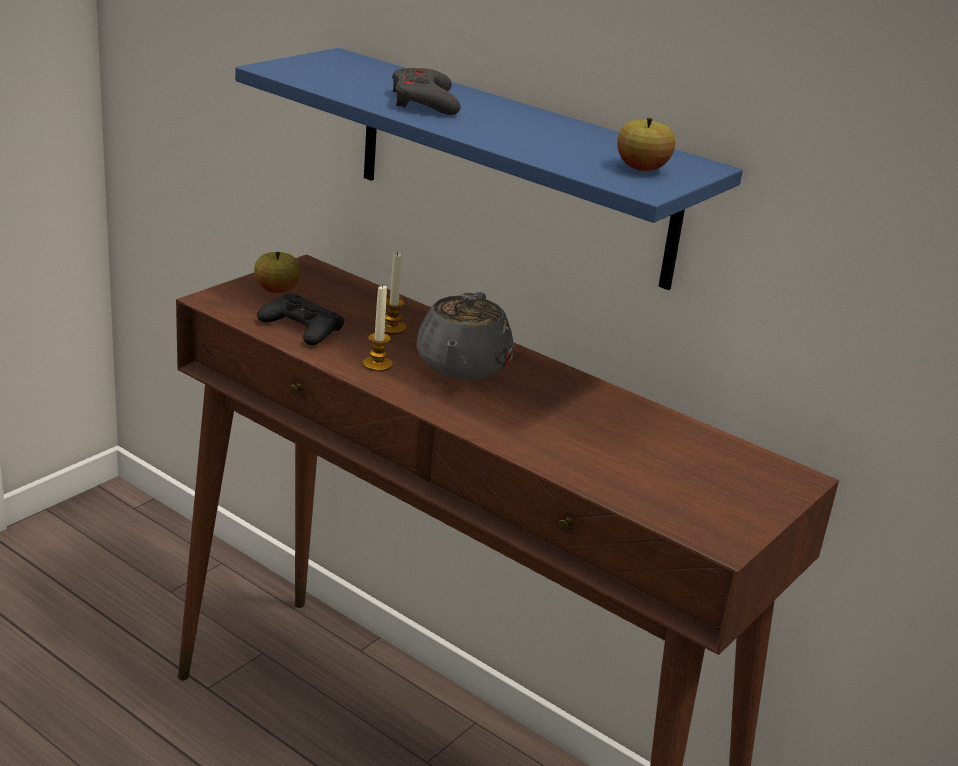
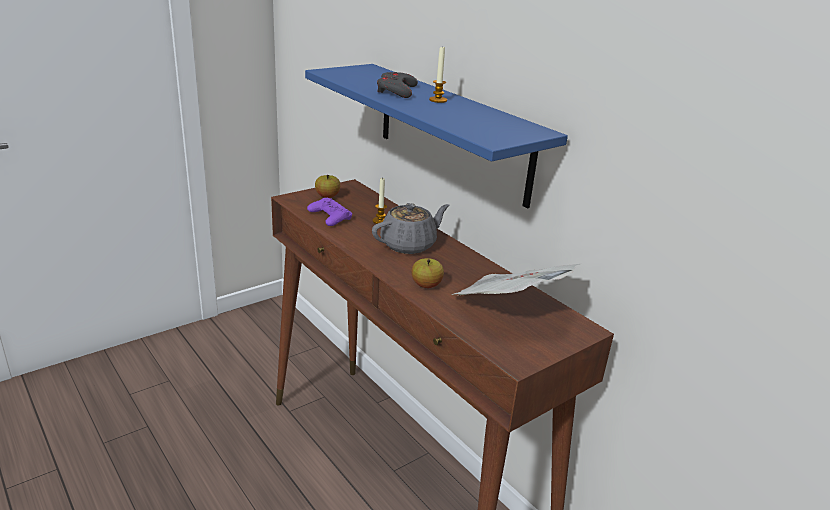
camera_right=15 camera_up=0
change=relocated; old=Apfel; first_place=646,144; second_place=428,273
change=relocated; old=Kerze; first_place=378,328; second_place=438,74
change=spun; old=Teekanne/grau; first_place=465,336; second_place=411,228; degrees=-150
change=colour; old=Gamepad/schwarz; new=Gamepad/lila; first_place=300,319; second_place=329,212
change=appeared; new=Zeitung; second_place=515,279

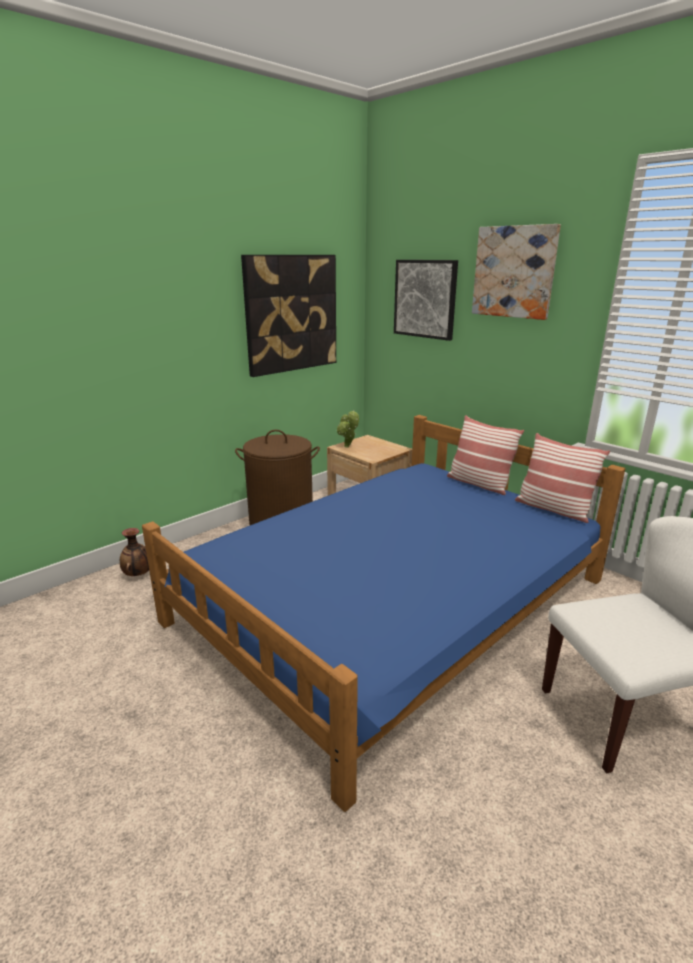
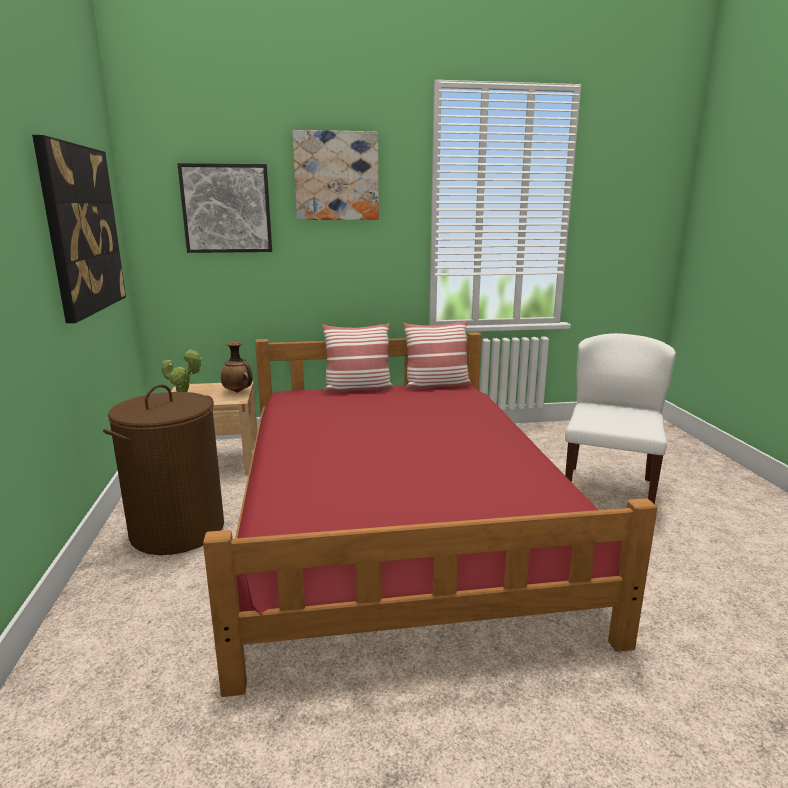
camera_right=-55 camera_up=-5
change=colour; old=Bett/blau; new=Bett/rot; first_place=383,613; second_place=430,514
change=relocated; old=Vase; first_place=134,552; second_place=237,367

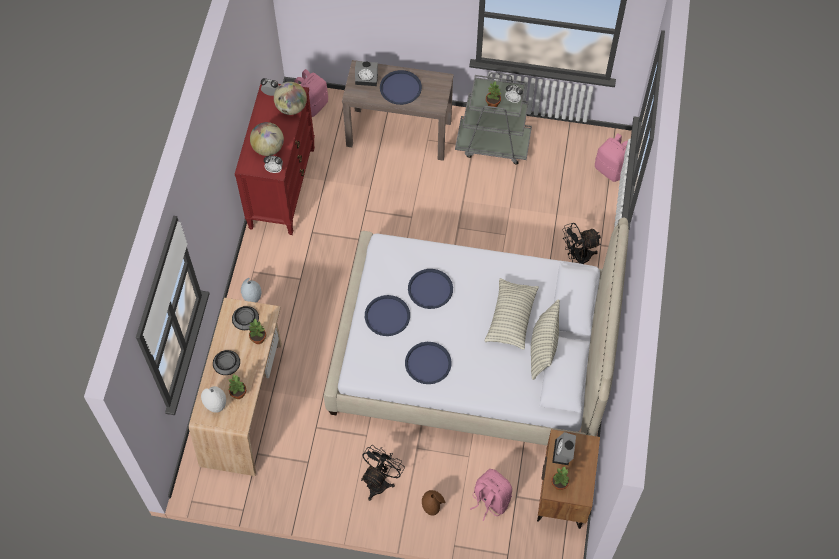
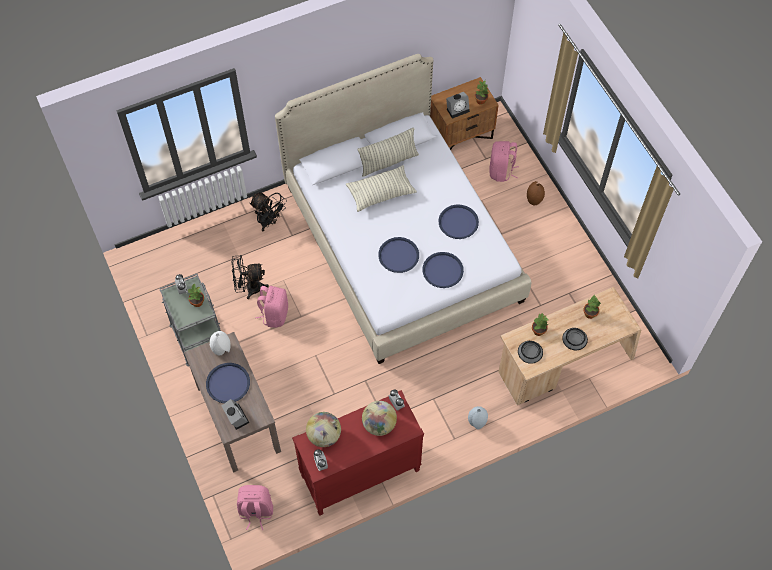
camera_right=-125 camera_up=0
change=relocated; old=Rucksack/rosa; first_place=611,157; second_place=272,307
change=relocated; old=Vase/weiß; first_place=213,399; second_place=220,343
change=relocated; old=Ventilator/schwarz; first_place=383,473; second_place=250,277

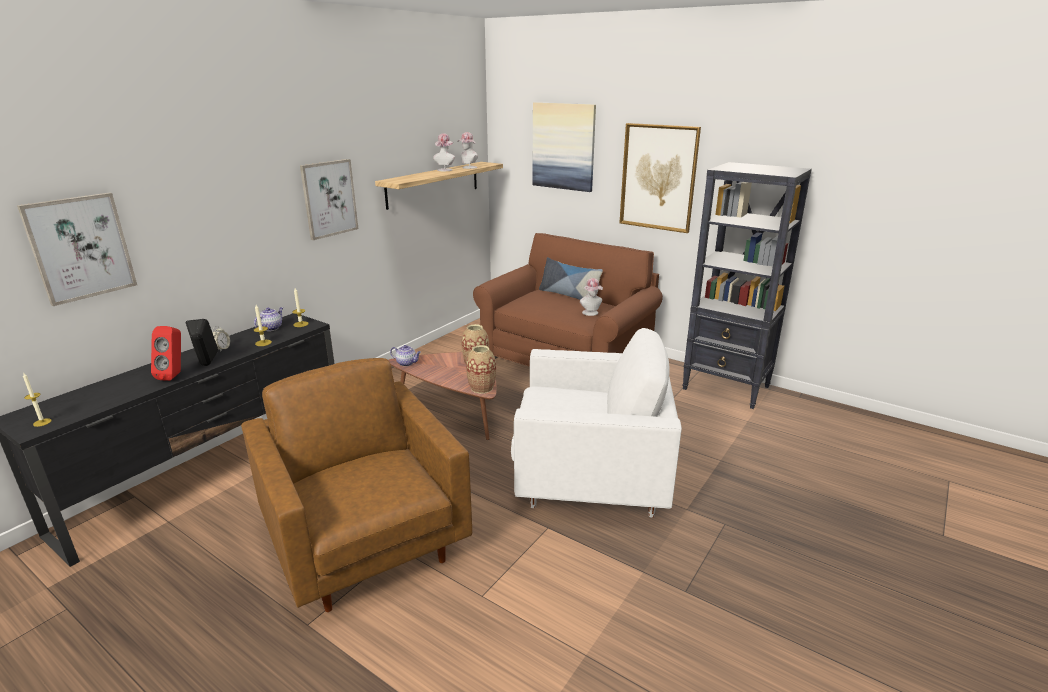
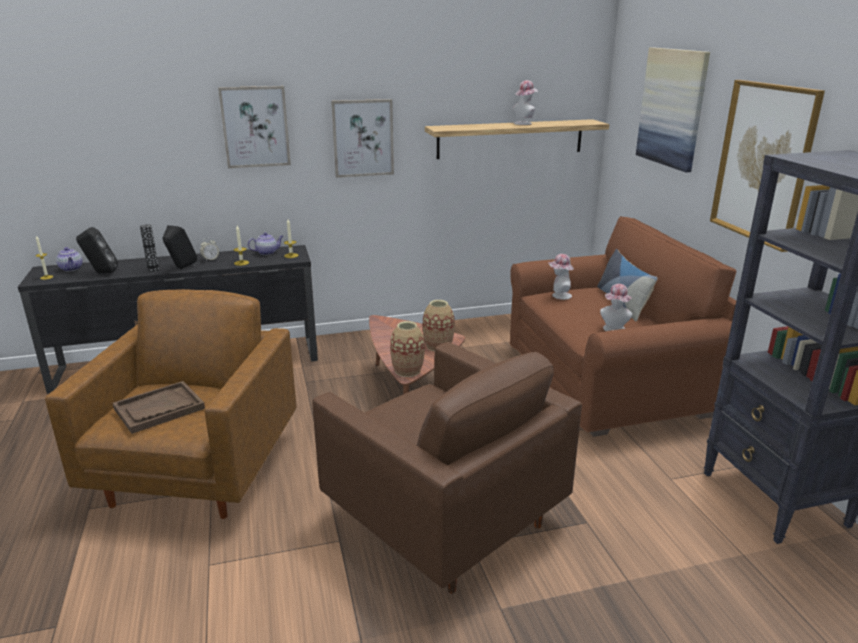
camera_right=40 camera_up=0
change=relocated; old=Hut; first_place=467,150; second_place=561,277
change=relocated; old=Bild; first_place=77,249; second_place=254,127
change=exchanged; old=Lautsprecher/rot; new=Vase; first_place=166,353; second_place=149,248
change=colour; old=Sessel/weiß; new=Sessel/braun; first_place=596,422; second_place=447,468
change=relocated; old=Teekanne; first_place=405,355; second_place=69,259
change=appeared; new=Lautsprecher/schwarz; second_place=97,250
change=appeared; new=Tablett/braun; second_place=159,407

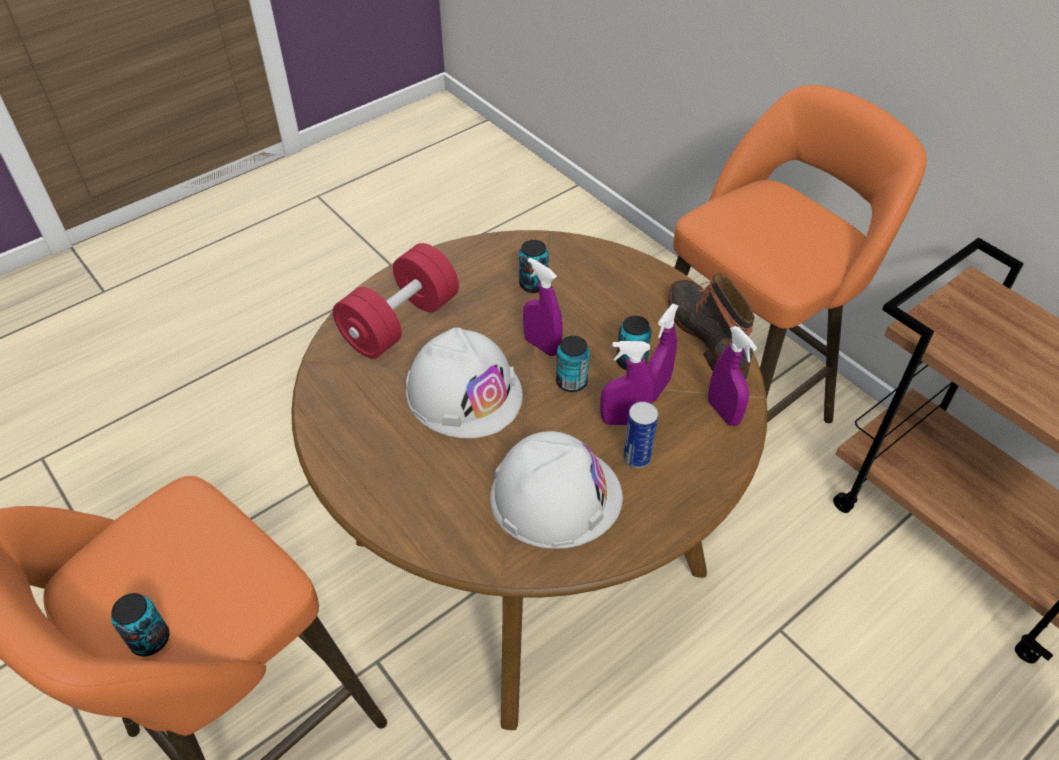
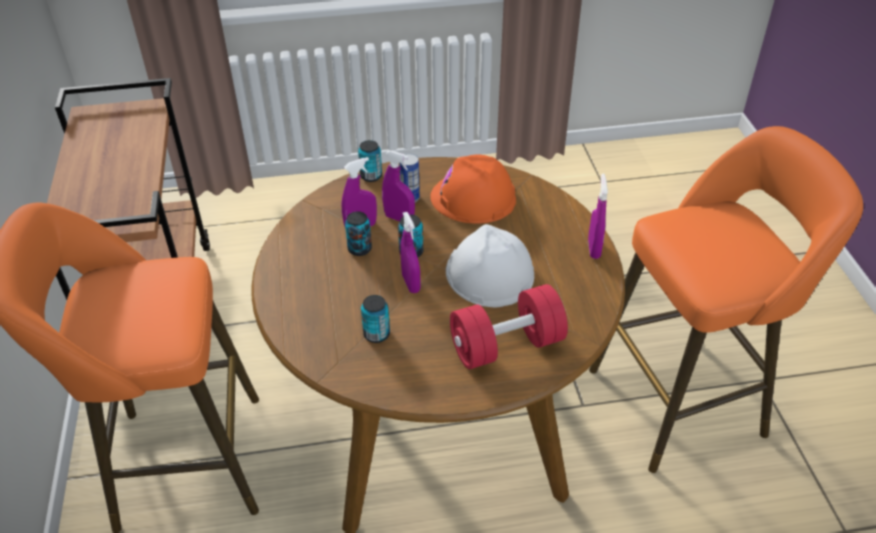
camera_right=-150 camera_up=-5
change=missing; old=Stiefel; first_place=711,326
change=relocated; old=Sprühflasche/lila; first_place=732,376; second_place=598,216
change=colour; old=Schutzhelm/weiß; new=Schutzhelm/orange; first_place=556,490; second_place=473,189
change=relocated; old=Dose; first_place=140,624; second_place=370,161

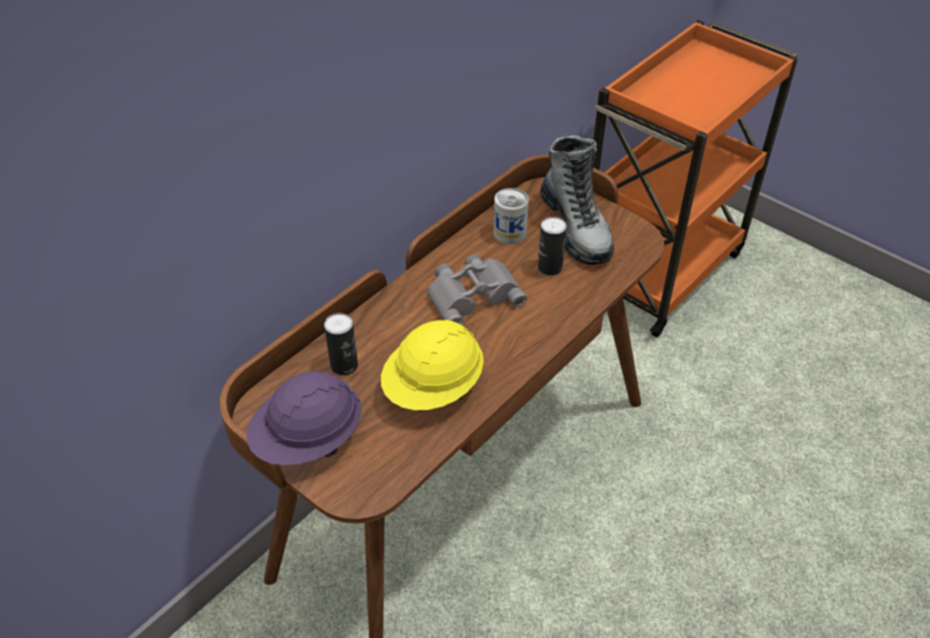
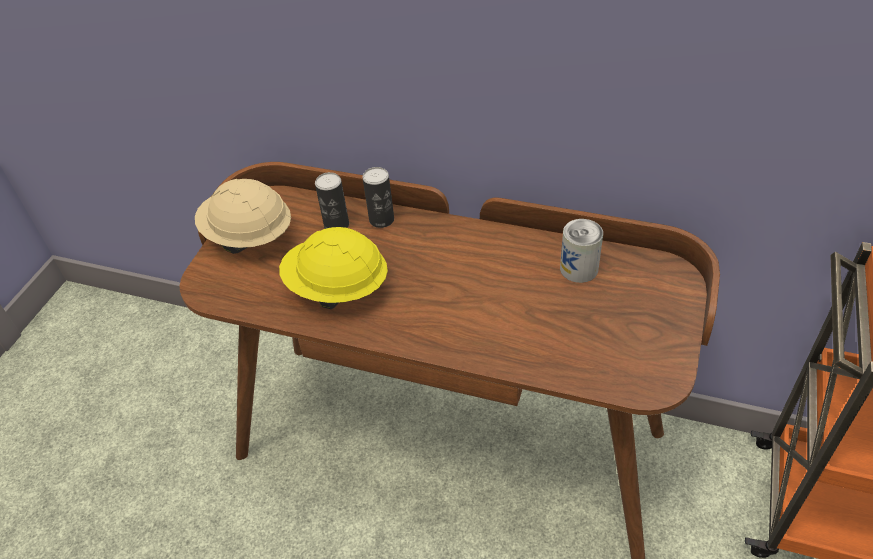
camera_right=70 camera_up=0
change=missing; old=Stiefel; first_place=577,200
change=relocated; old=Dose; first_place=552,246; second_place=378,197
change=missing; old=Fernglas/grau; first_place=477,289
change=colour; old=Schutzhelm/lila; new=Schutzhelm/beige; first_place=304,418; second_place=243,216

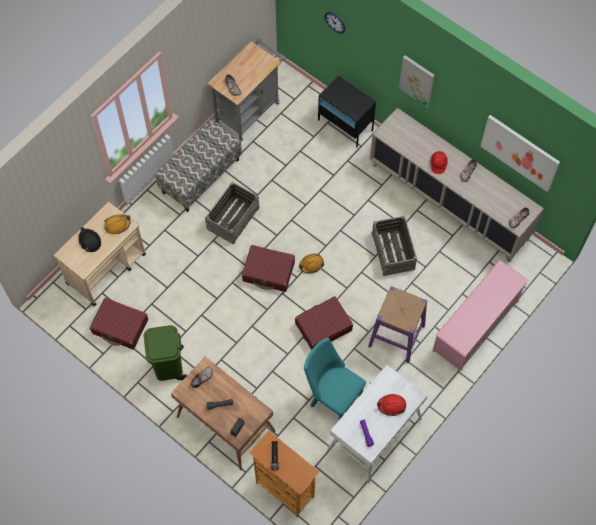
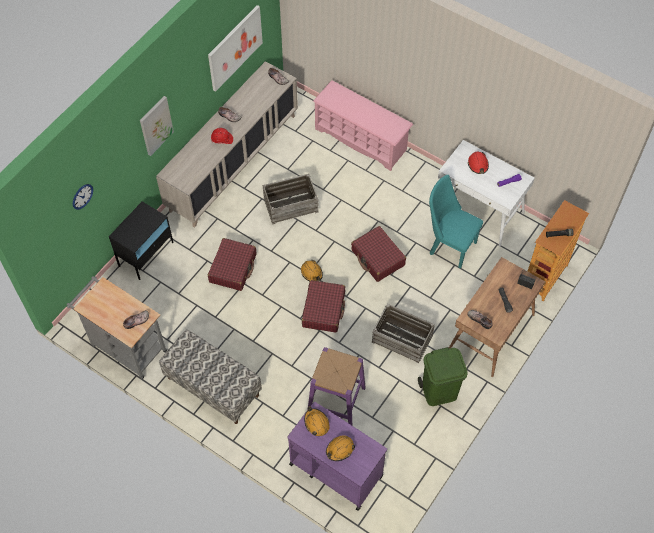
camera_right=-95 camera_up=-5
change=relocated; old=Kiste; first_place=232,213; second_place=403,333
change=colour; old=Rollwagen/beige; new=Rollwagen/lila; first_place=100,254; second_place=337,456
change=colour; old=Schutzhelm/schwarz; new=Schutzhelm/orange; first_place=89,239; second_place=340,448
change=relocated; old=Hocker/lila; first_place=397,324; second_place=337,386
change=relocated; old=Koffer/rot; first_place=119,323; second_place=232,264
change=spun; old=Stuhl/türkis; first_place=335,379; second_place=456,222; degrees=90

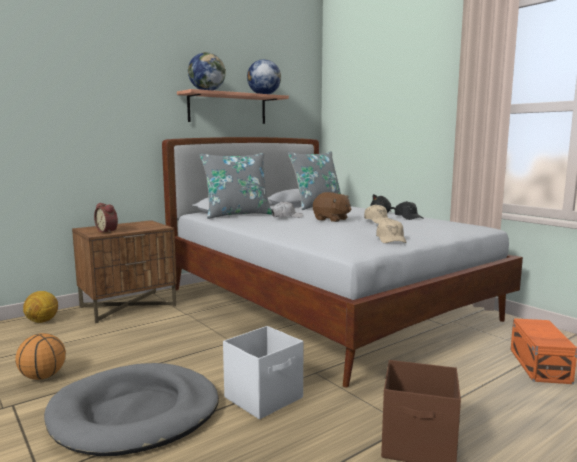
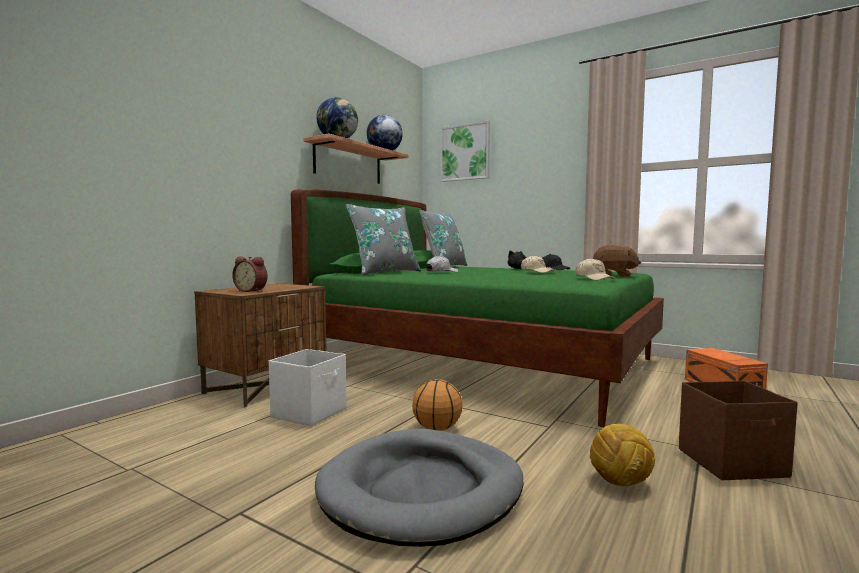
camera_right=-20 camera_up=-5
change=colour; old=Bett/weiß; new=Bett/grün; first_place=342,262; second_place=477,308
change=relocated; old=Plüschtier/braun; first_place=332,207; second_place=617,261
change=relocated; old=Fußball; first_place=40,307; second_place=622,455
change=relocated; old=Aufbewahrungsbox/weiß; first_place=263,372; second_place=308,388
change=relocated; old=Basketball; first_place=40,356; second_place=437,405
change=appeared; new=Bild; second_place=465,151

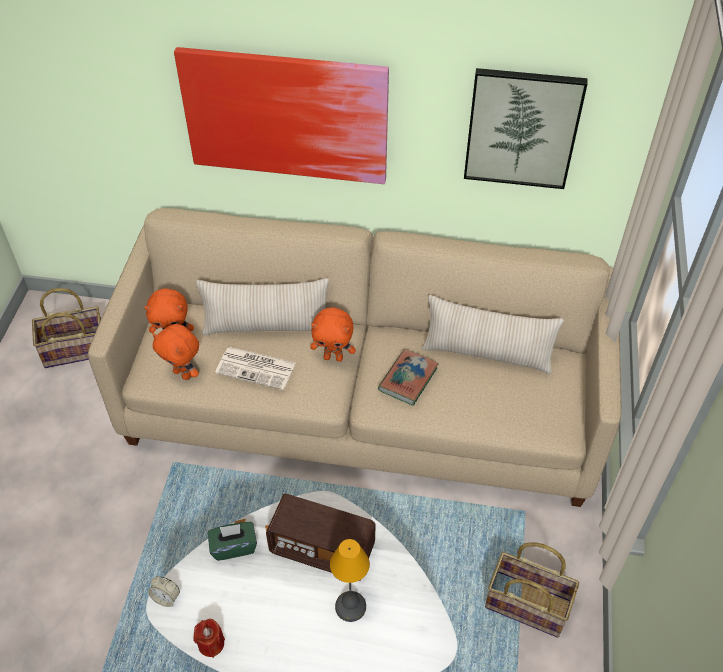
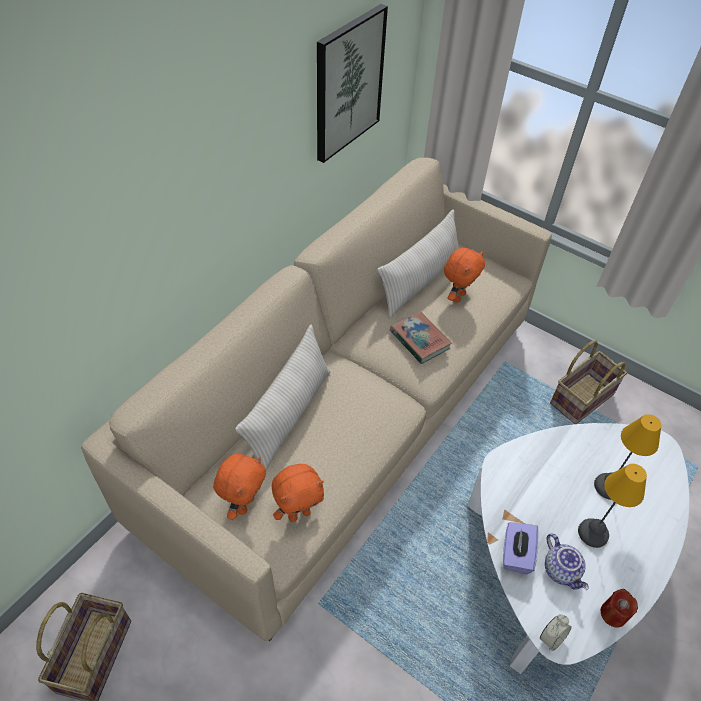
camera_right=-65 camera_up=0
change=missing; old=Bild; first_place=281,115
change=relocated; old=Plüschtier/orange; first_place=333,334; second_place=464,275
change=missing; old=Zeitung; first_place=255,368
change=missing; old=Radio; first_place=321,537
change=colour; old=Taschentuchbox/grün; new=Taschentuchbox/lila; first_place=232,541; second_place=521,548
change=appeared; new=Tischlampe; second_place=612,506
change=appeared; new=Teekanne; second_place=567,561

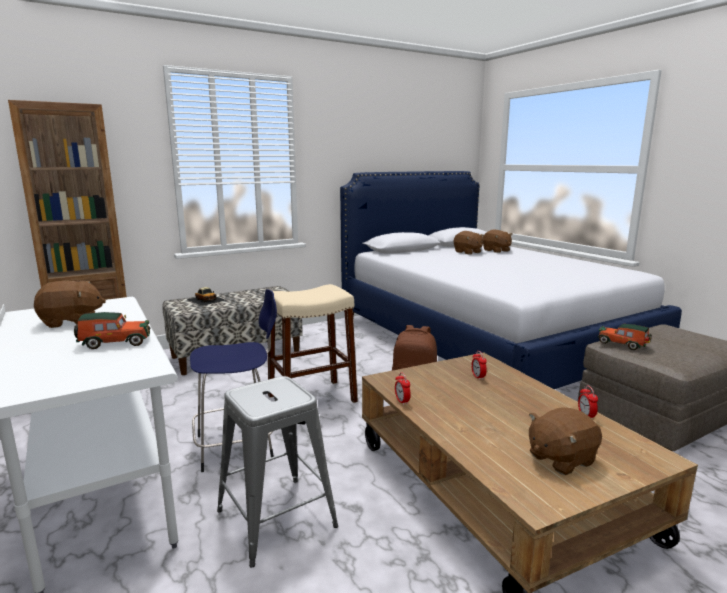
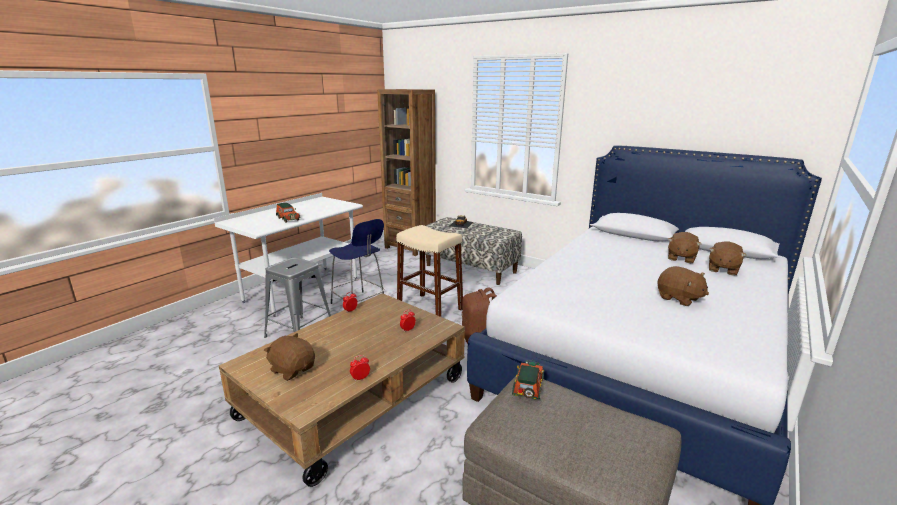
camera_right=65 camera_up=5
change=relocated; old=Plüschtier/braun; first_place=70,304; second_place=683,286

